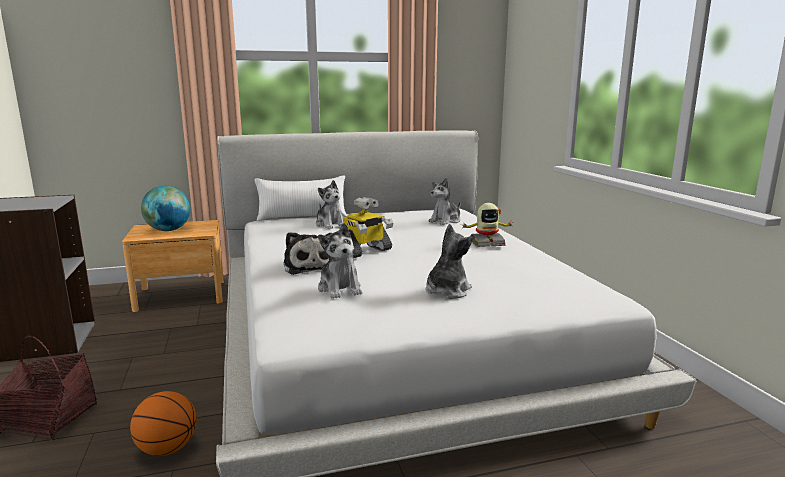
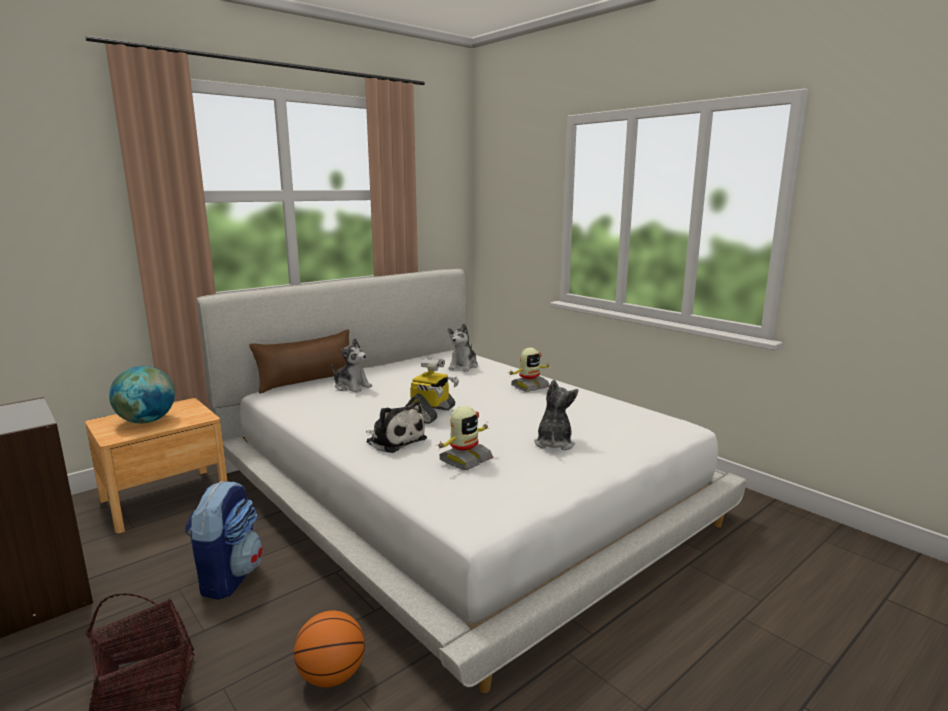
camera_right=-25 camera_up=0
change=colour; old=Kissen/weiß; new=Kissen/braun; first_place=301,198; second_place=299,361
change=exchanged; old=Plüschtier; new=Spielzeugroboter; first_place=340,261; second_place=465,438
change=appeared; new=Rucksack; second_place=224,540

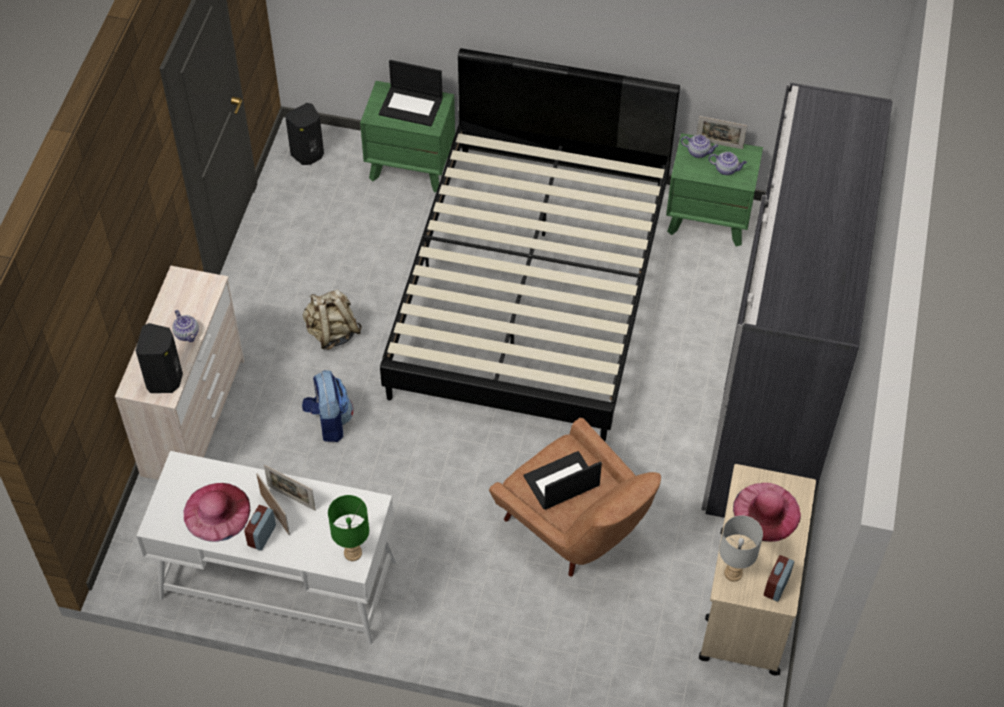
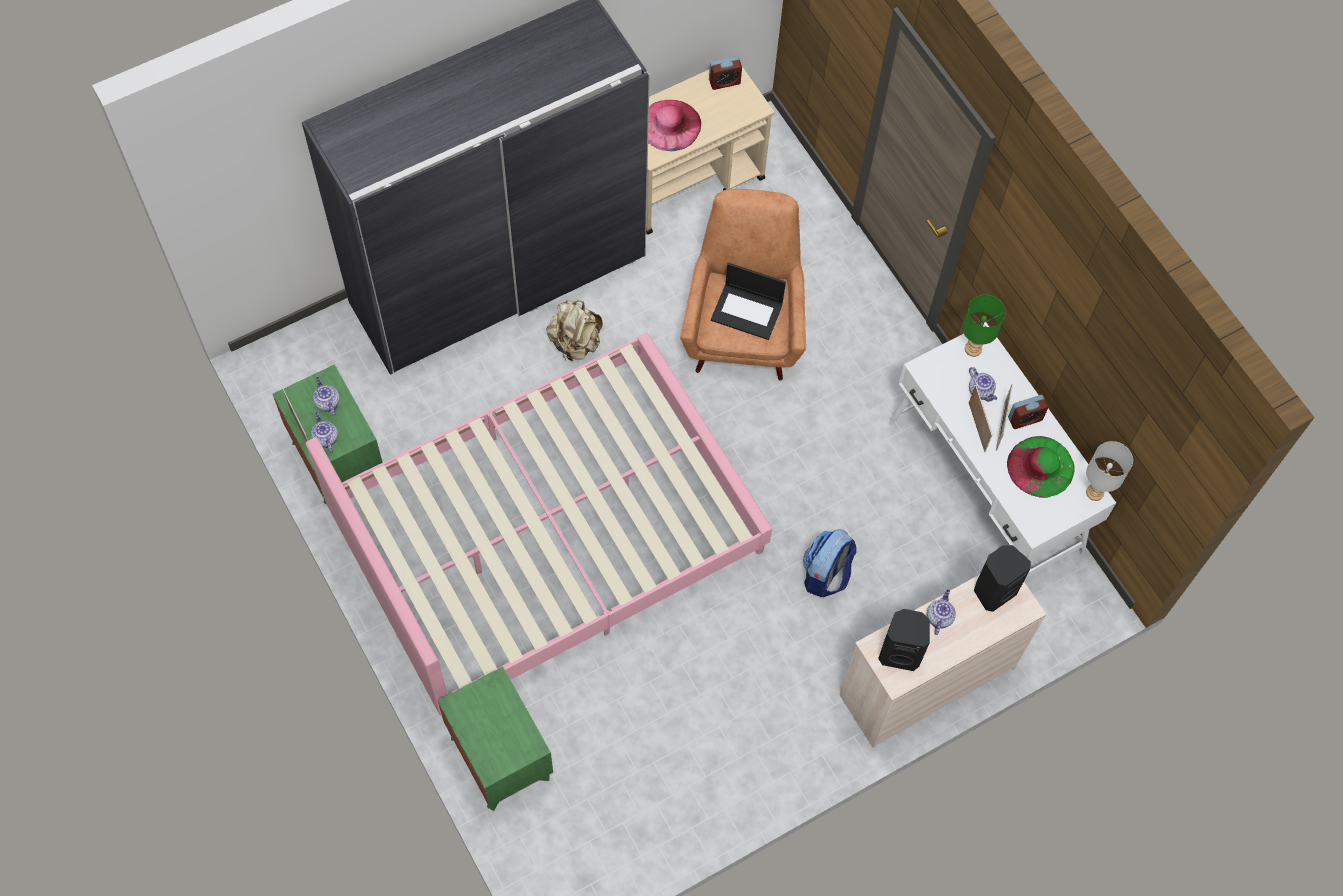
camera_right=-135 camera_up=10
change=colour; old=Bett/schwarz; new=Bett/rosa; first_place=530,244; second_place=539,524
change=missing; old=Laptop; first_place=410,93
change=relocated; old=Lautsprecher/schwarz; first_place=304,134; second_place=904,640
change=relocated; old=Rucksack/beige; first_place=332,319; second_place=574,330
change=colour; old=Hut/rosa; new=Hut/grün; first_place=216,512; second_place=1041,467
change=relocated; old=Tischlampe/grau; first_place=741,548; second_place=1109,471
change=appeared; new=Teekanne; second_place=983,384

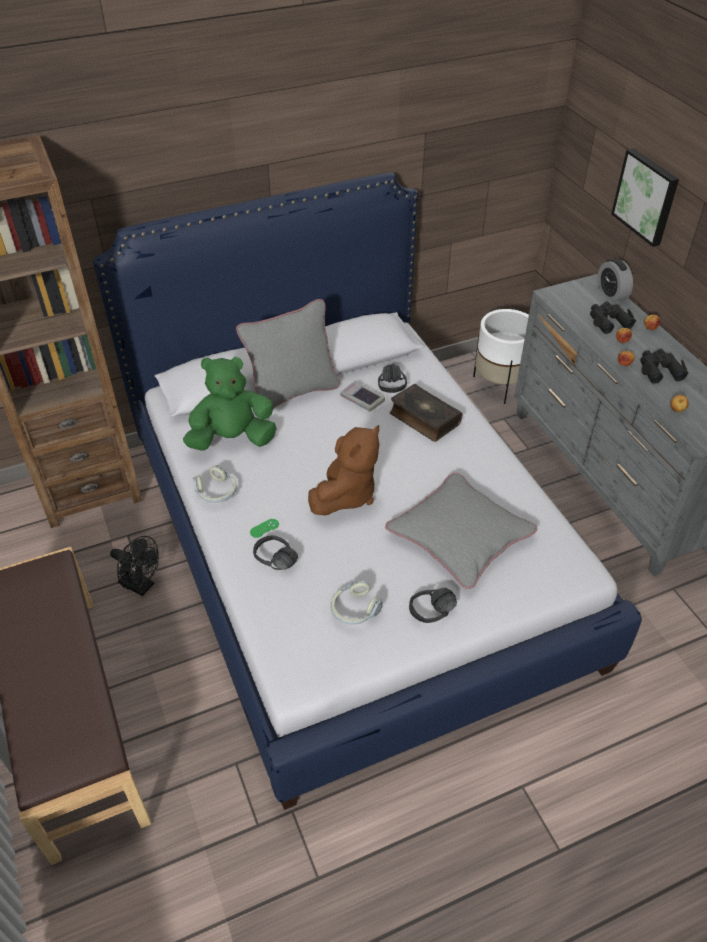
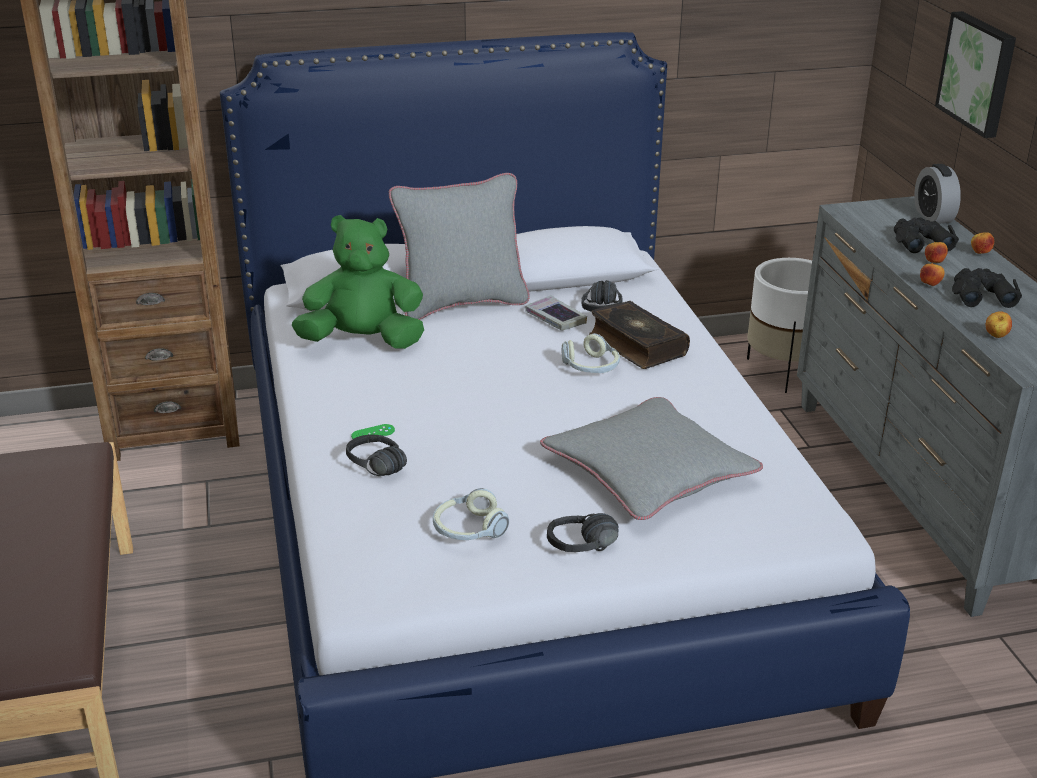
camera_right=10 camera_up=-15
change=missing; old=Plüschtier/braun; first_place=343,470
change=relocated; old=Kopfhörer; first_place=215,484; second_place=591,353
change=missing; old=Ventilator/schwarz; first_place=134,566

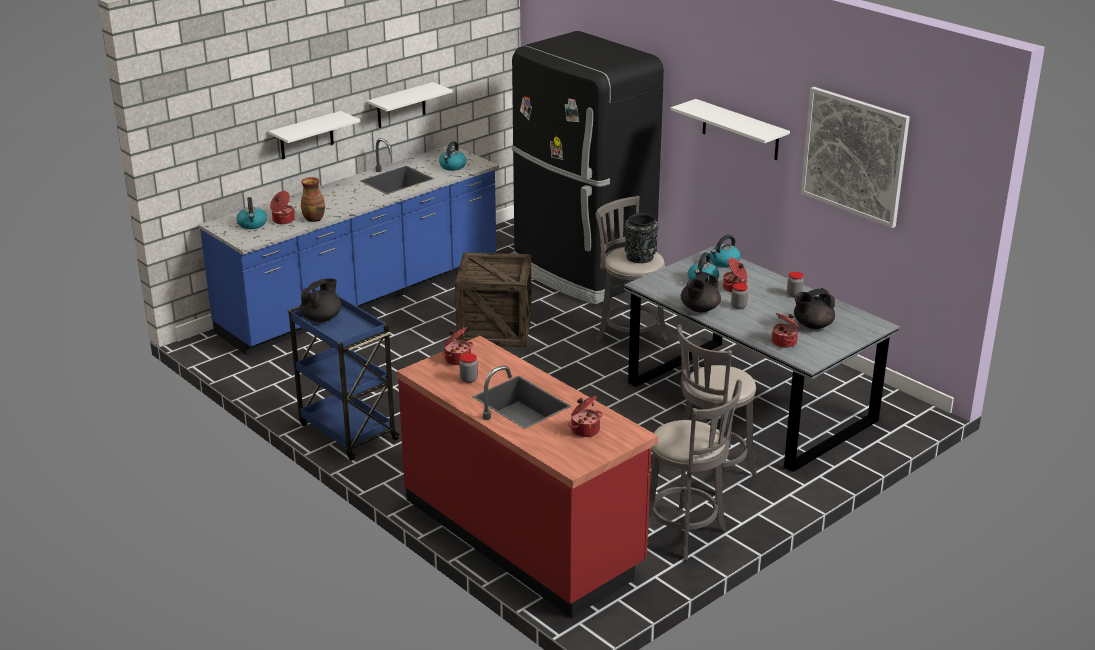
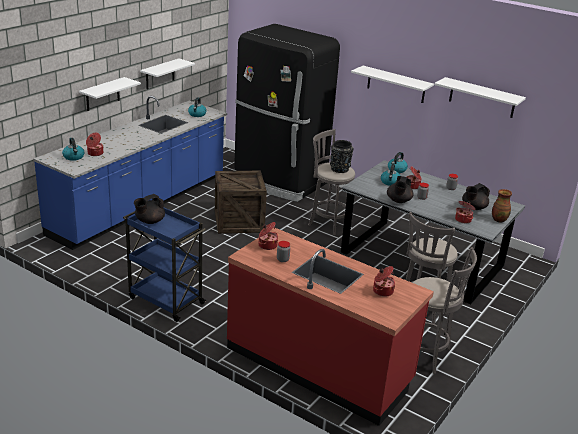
camera_right=-15 camera_up=0
change=exchanged; old=Bild; new=Wandregal/weiß; first_place=855,157; second_place=480,97
change=relocated; old=Vase; first_place=313,199; second_place=502,205
change=spun; old=Teekanne/schwarz; first_place=320,300; second_place=149,209; degrees=-150

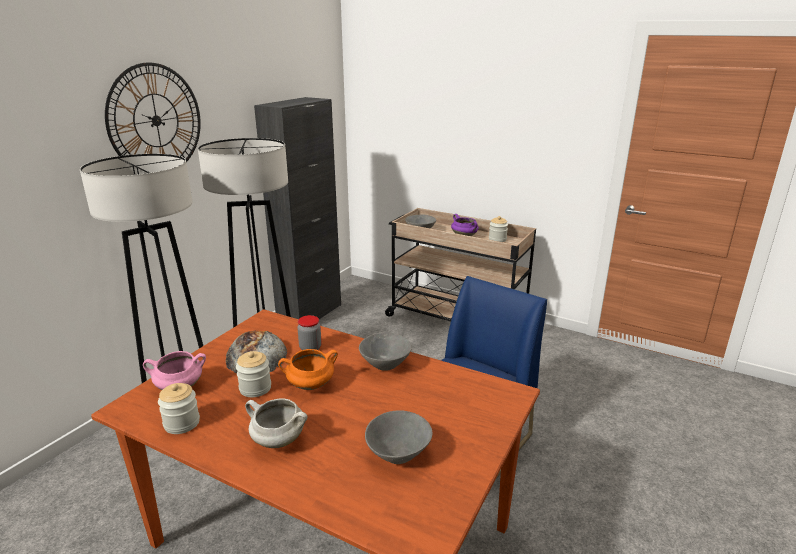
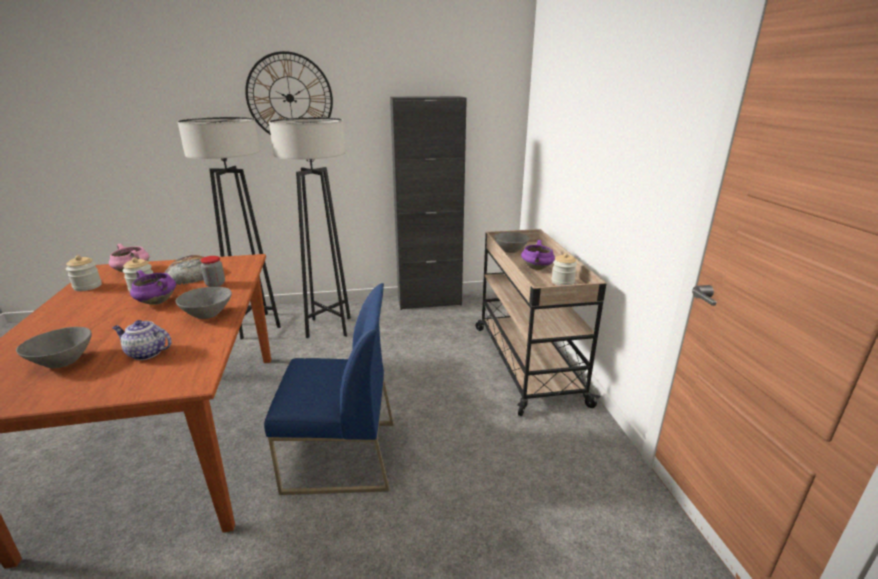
camera_right=50 camera_up=0
change=colour; old=Kochtopf/orange; new=Kochtopf/lila; first_place=308,369; second_place=153,287
change=missing; old=Kochtopf/weiß; first_place=276,423
change=appeared; new=Teekanne; second_place=142,340

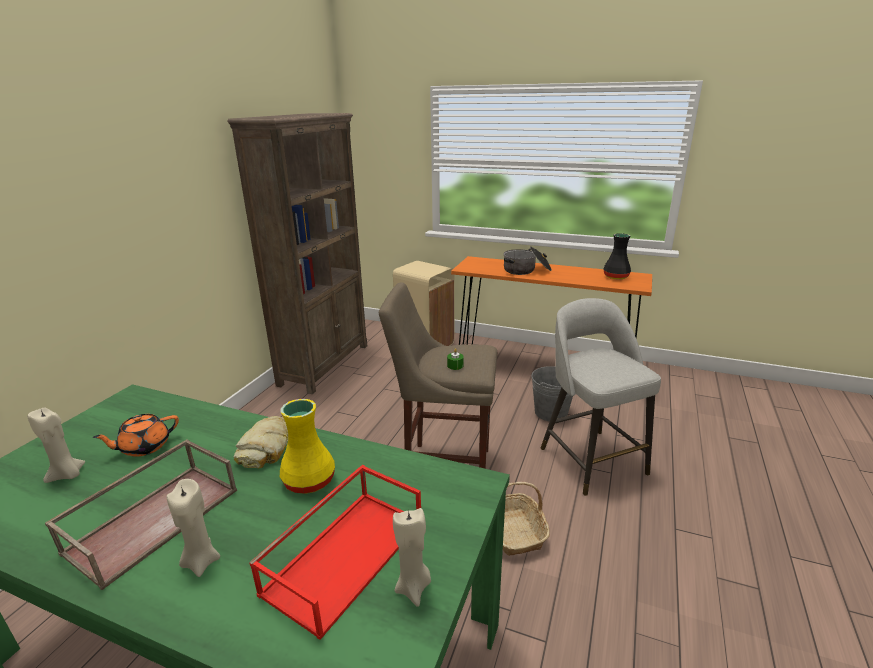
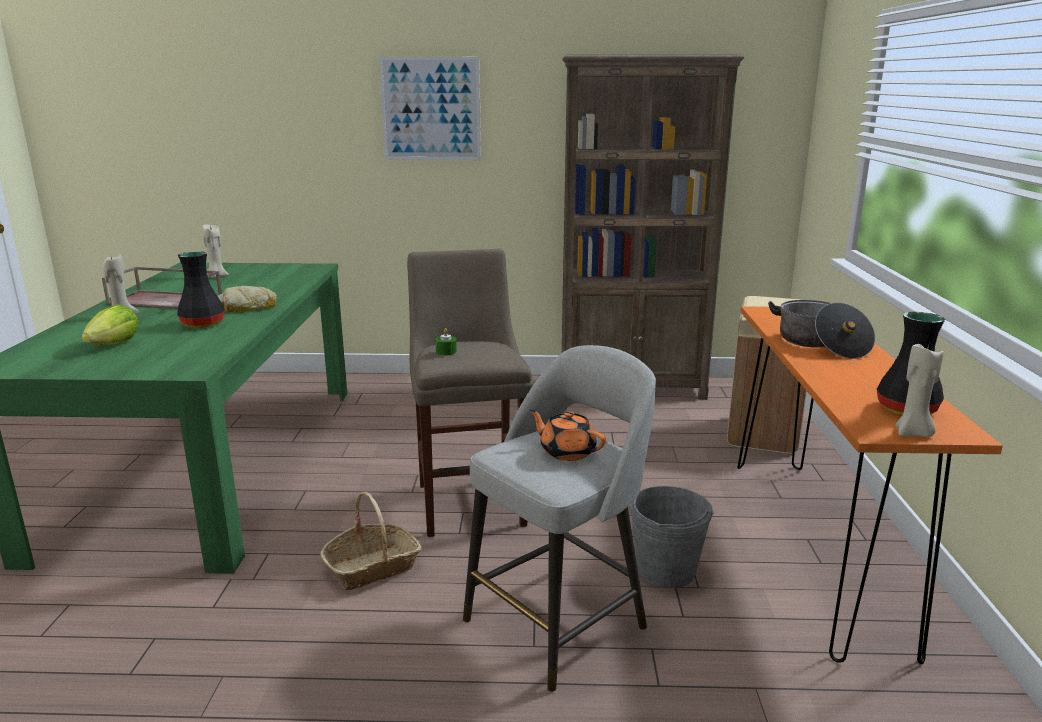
camera_right=70 camera_up=-5
change=colour; old=Vase/gelb; new=Vase/schwarz; first_place=307,446; second_place=201,289
change=relocated; old=Teekanne/orange; first_place=135,435; second_place=567,435
change=exchanged; old=Tablett/rot; new=Salatkopf; first_place=335,552; second_place=110,325
change=relocated; old=Kerze/beige; first_place=412,557; second_place=919,390
change=appeared; new=Bild; second_place=430,108

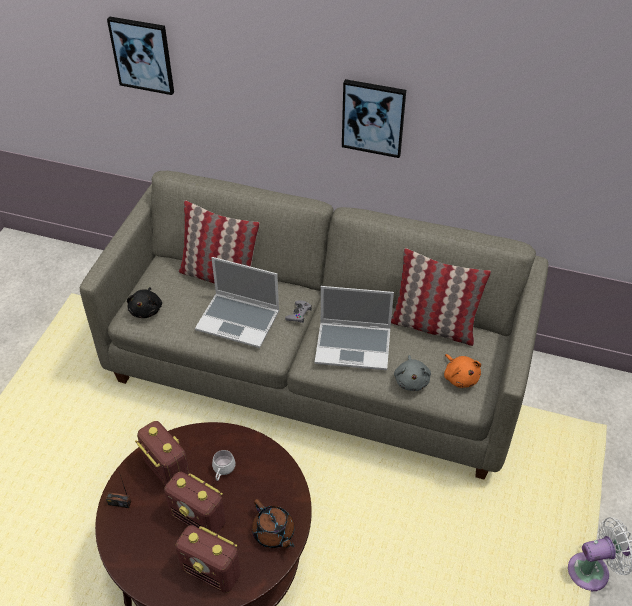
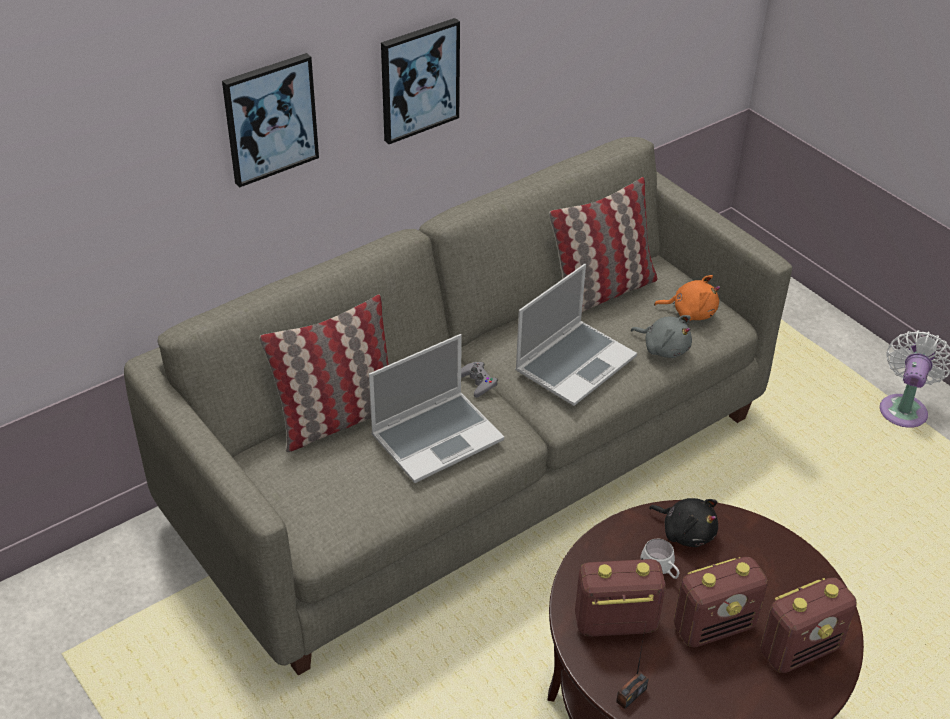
camera_right=-55 camera_up=-5
change=relocated; old=Bild; first_place=140,55; second_place=270,120
change=relocated; old=Plüschtier/schwarz; first_place=144,302; second_place=683,522
change=missing; old=Teekanne/braun; first_place=273,523

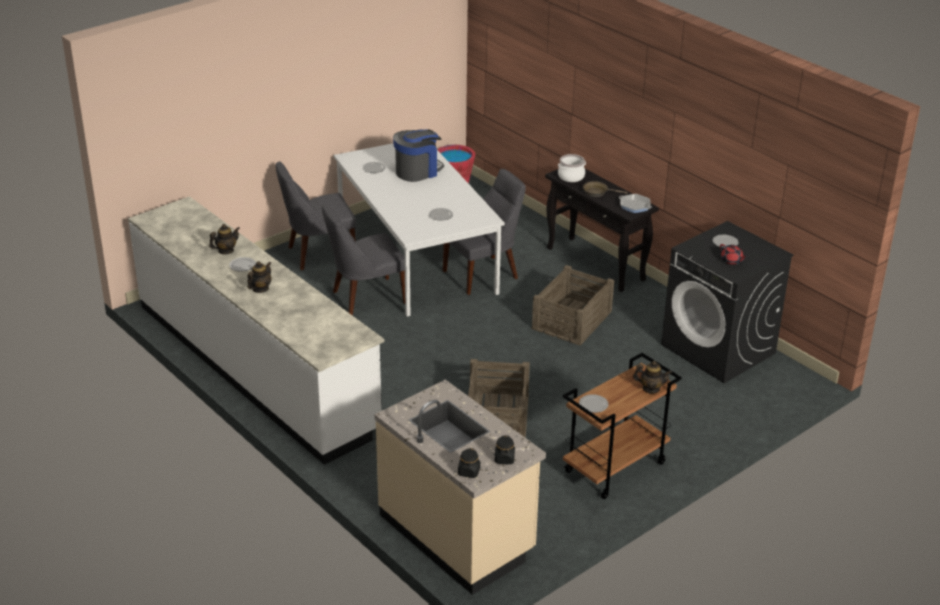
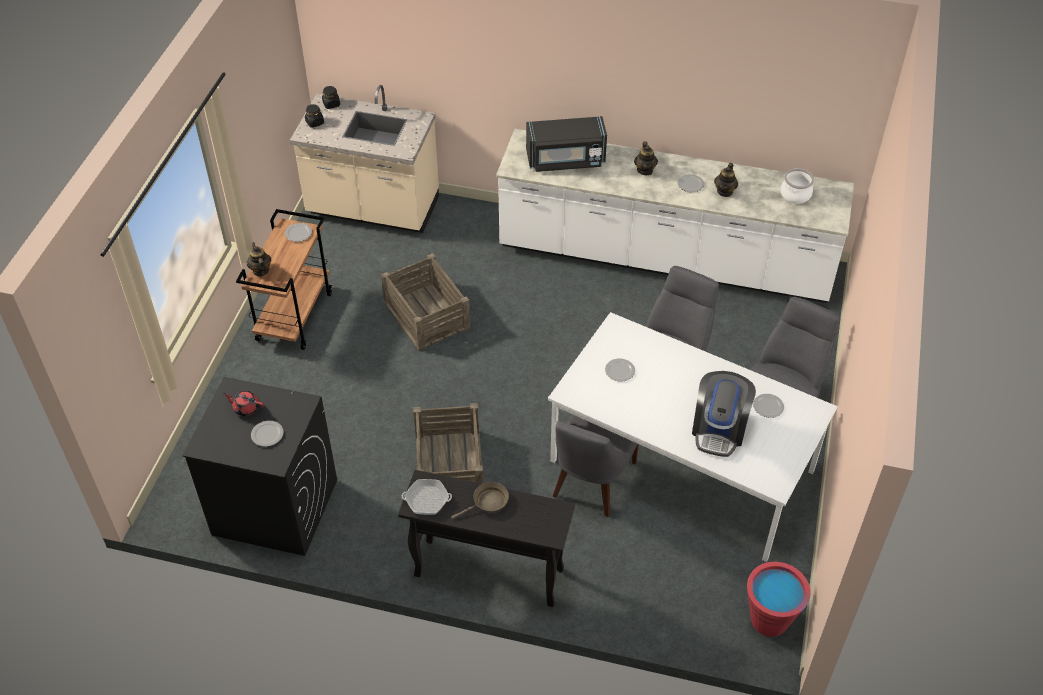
camera_right=145 camera_up=15
change=relocated; old=Kochtopf; first_place=572,168; second_place=797,186
change=spun; old=Teekanne; first_place=652,377; second_place=259,259; degrees=90
change=appeared; new=Mikrowelle/schwarz; second_place=566,144

